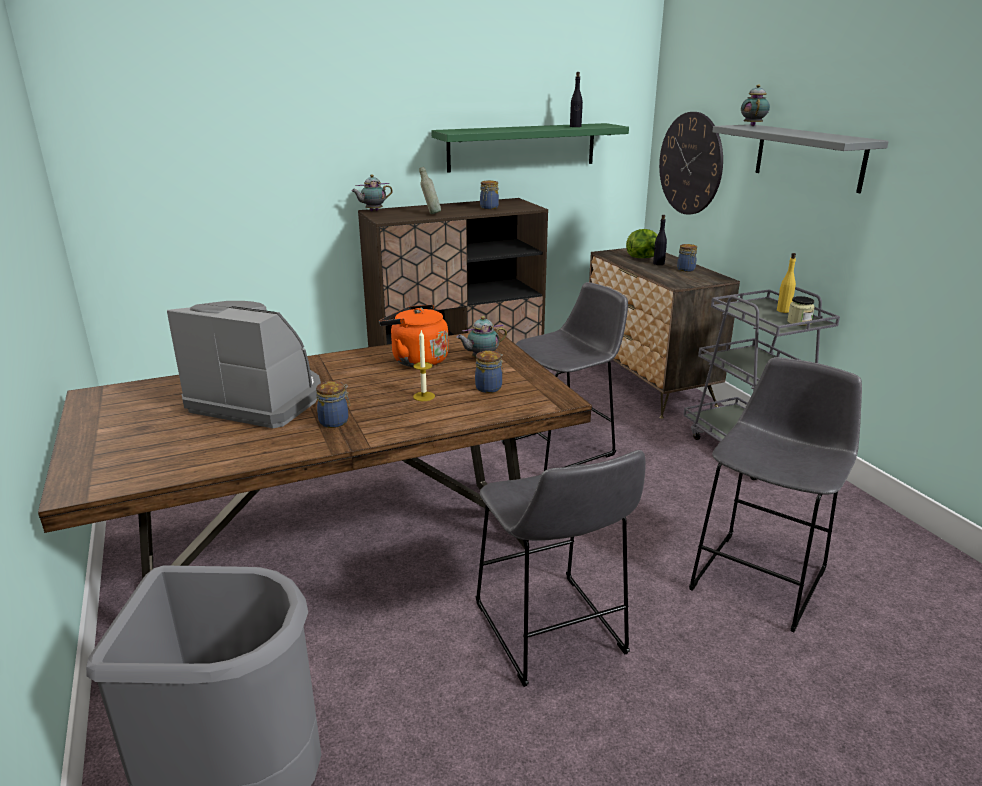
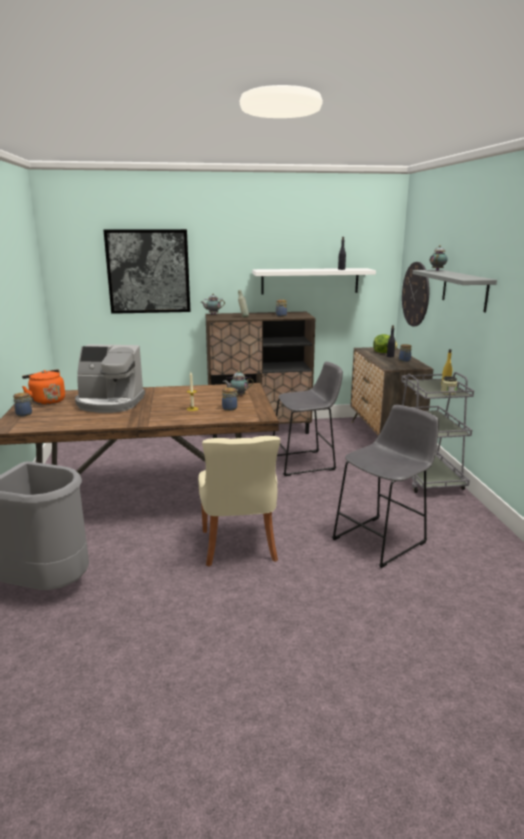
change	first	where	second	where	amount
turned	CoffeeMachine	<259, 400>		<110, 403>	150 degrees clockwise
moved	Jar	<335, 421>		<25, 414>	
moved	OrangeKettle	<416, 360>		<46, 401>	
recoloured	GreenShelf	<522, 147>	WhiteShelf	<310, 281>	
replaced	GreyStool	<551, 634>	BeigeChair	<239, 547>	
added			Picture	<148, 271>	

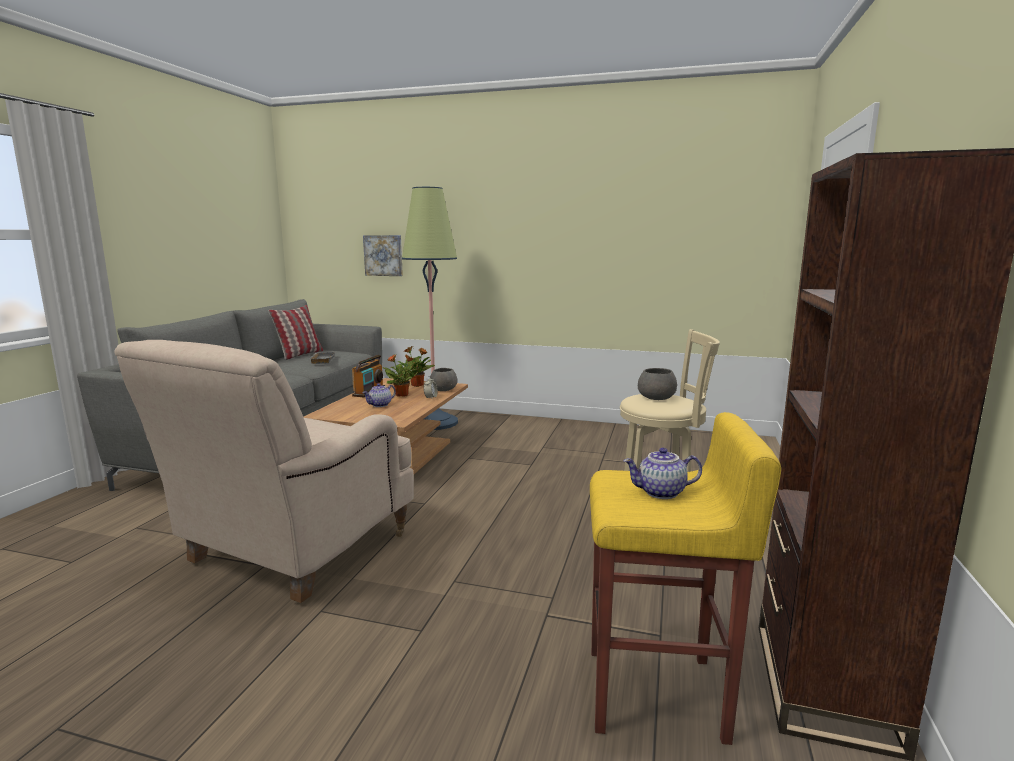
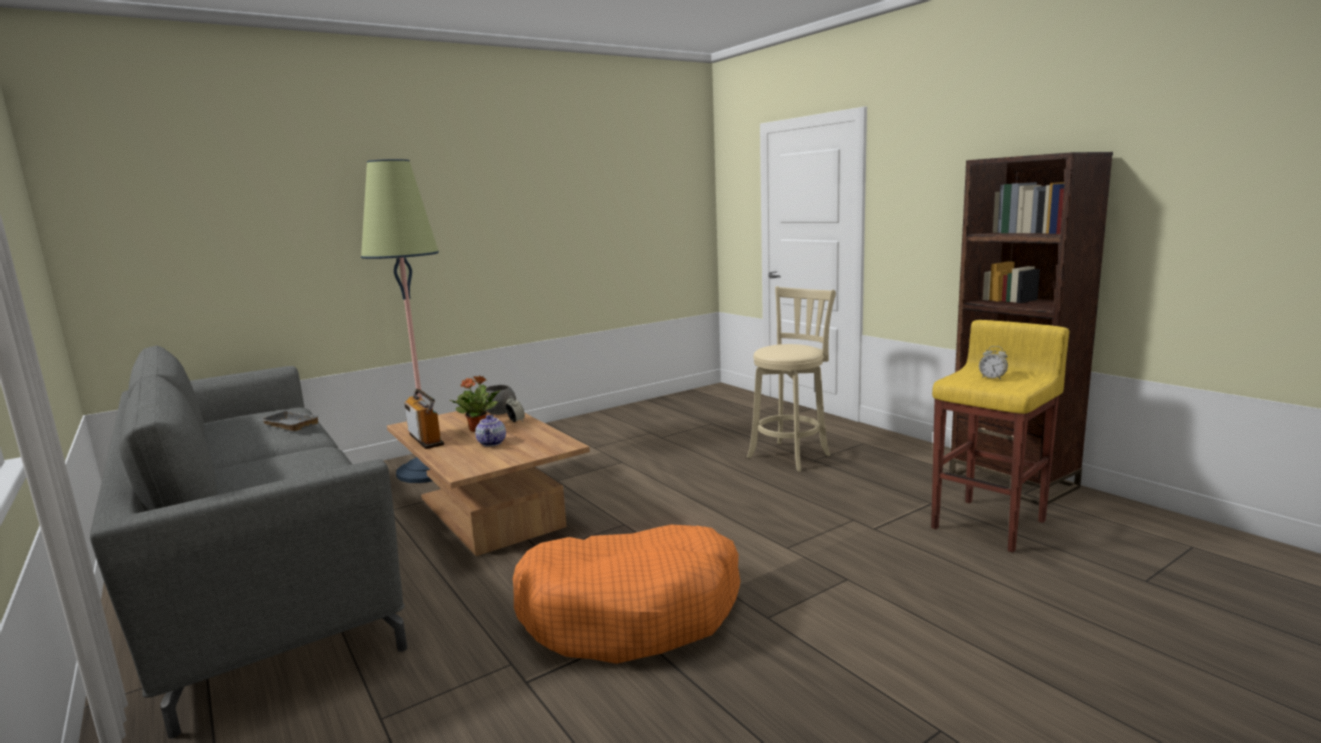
change	first	where	second	where	amount
replaced	BeigeArmchair	<293, 553>	OrangeDogBed	<631, 612>	
removed	Pillow	<299, 355>			
removed	Picture	<384, 255>			
removed	PottedPlant	<417, 385>			
replaced	Teapot	<661, 493>	AlarmClock	<992, 378>	
removed	GreyBowl	<657, 398>			

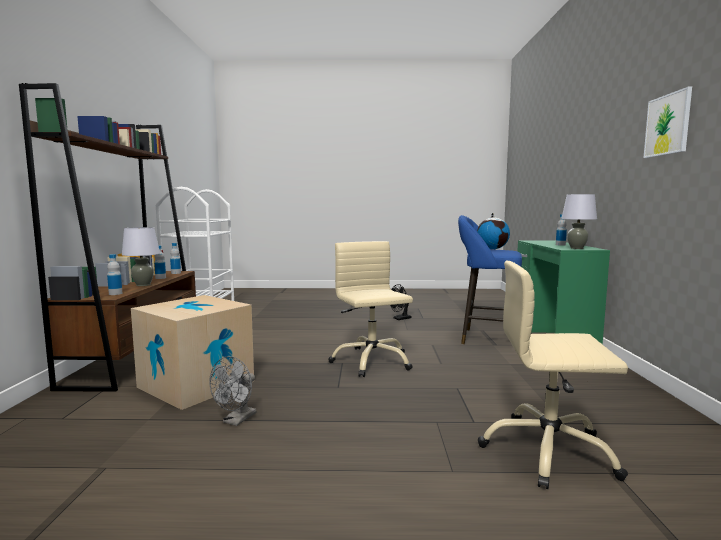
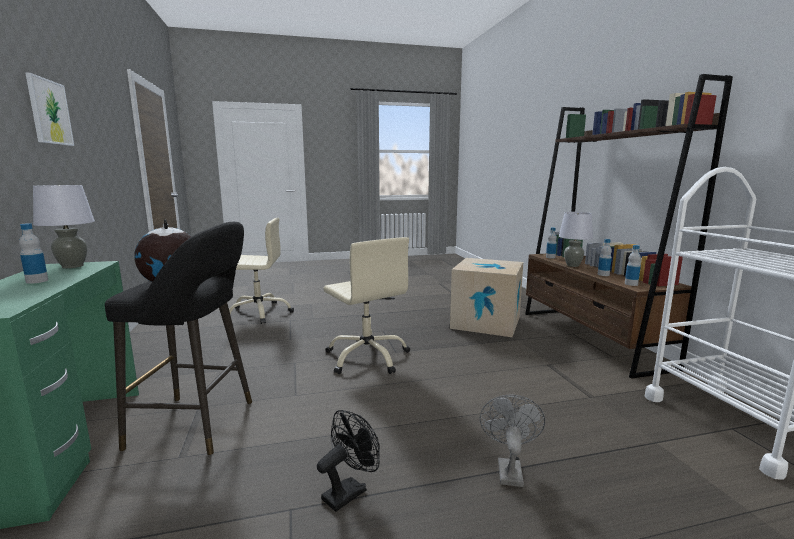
change	first	where	second	where	amount
moved	GreyFan	<236, 420>		<508, 469>	
recoloured	BlueStool	<486, 338>	BlackStool	<199, 424>	

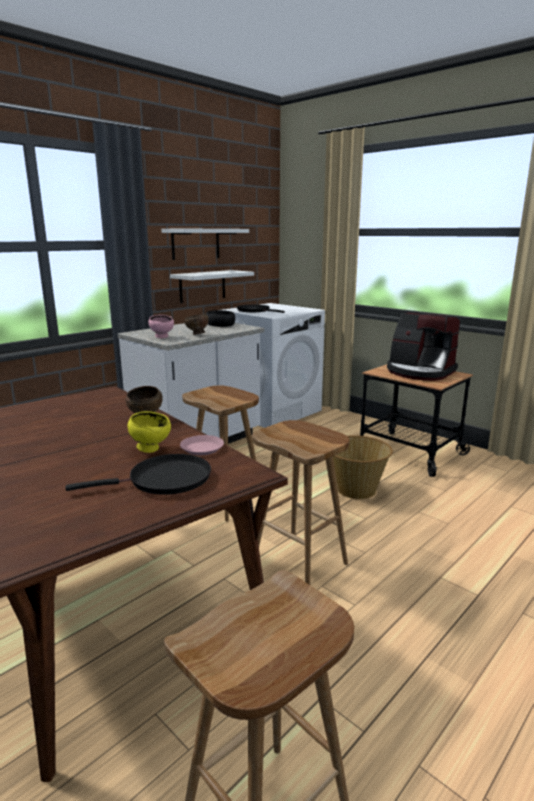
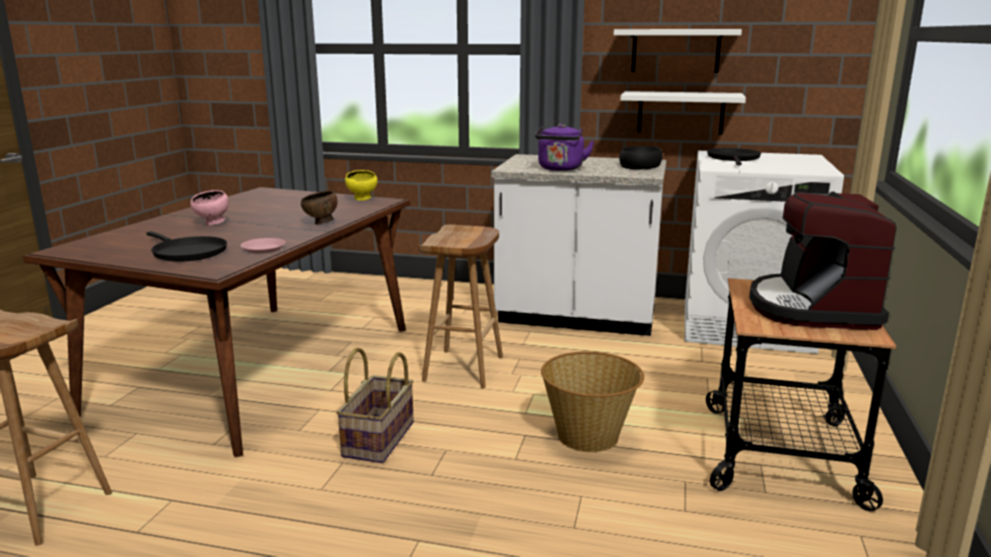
change	first	where	second	where	amount
moved	YellowBowl	<151, 449>		<363, 199>	
moved	PinkBowl	<162, 337>		<213, 224>	
replaced	BrownBowl	<197, 334>	PurpleKettle	<560, 169>	
replaced	BrownStool	<301, 561>	Basket	<380, 439>	

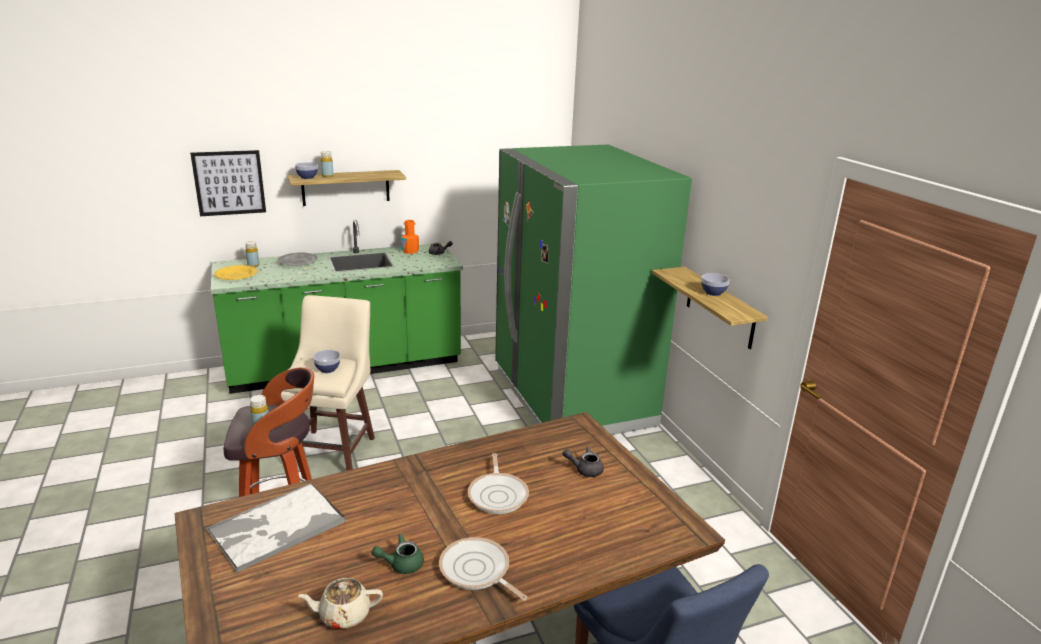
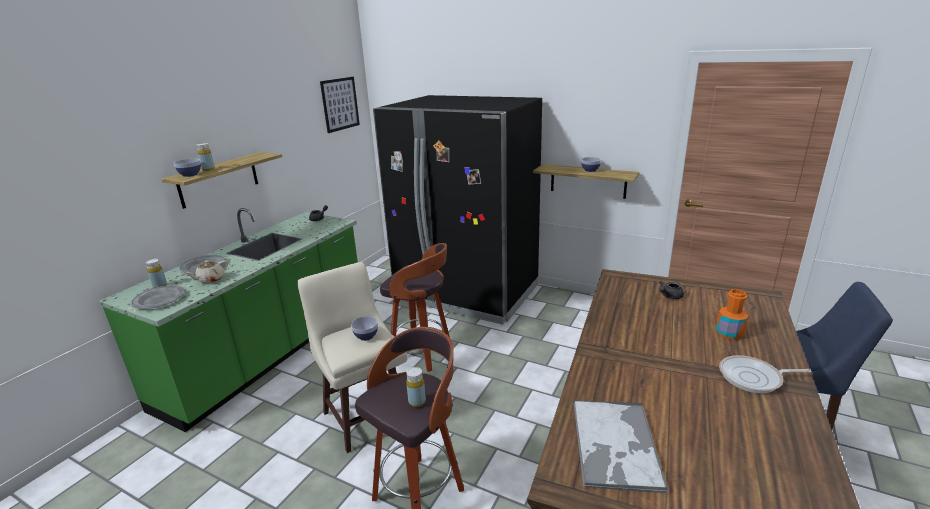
change	first	where	second	where	amount
moved	Picture	<229, 183>		<340, 104>	
recoloured	YellowPlate	<236, 275>	GreyPlate	<160, 299>	
moved	BeigeTeapot	<343, 615>		<210, 279>	
removed	GreenTeapot	<401, 564>			
moved	OrangeBottle	<410, 251>		<729, 333>	
removed	FryingPan	<498, 494>			
recoloured	GreenFridge	<571, 398>	BlackFridge	<467, 293>	
added			Stool	<423, 354>	

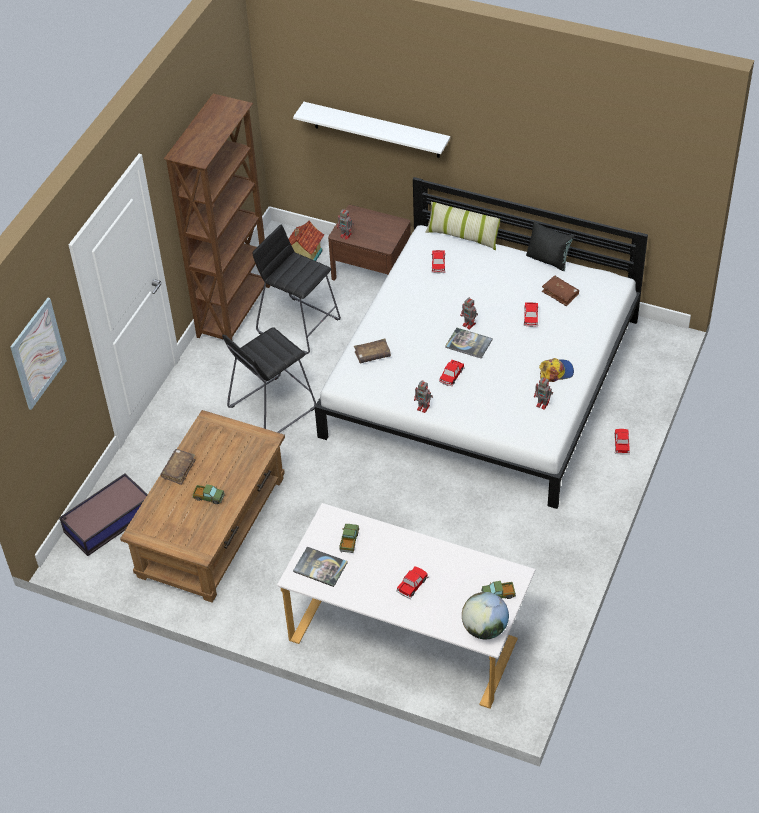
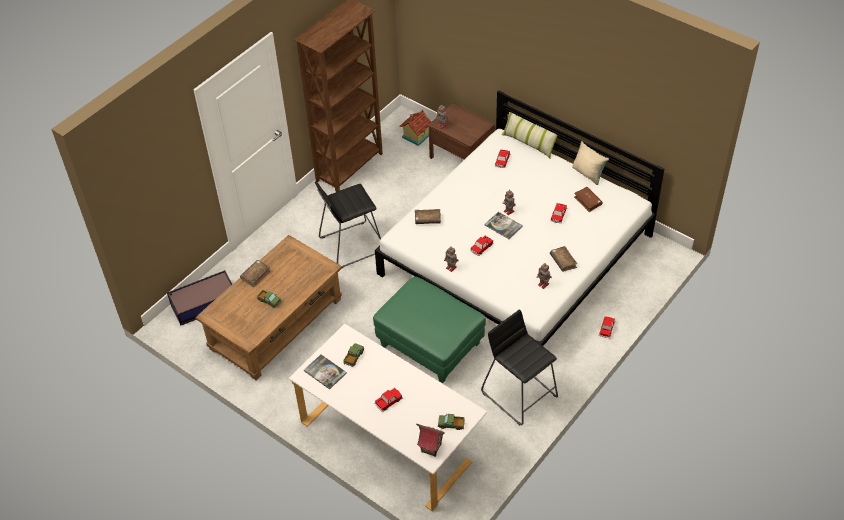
change	first	where	second	where	amount
removed	Picture	<38, 353>			
moved	BlackStool	<298, 325>		<519, 394>	
removed	WhiteShelf	<376, 130>			
replaced	Globe	<485, 628>	ToyHouse	<431, 448>	
recoloured	BlackPillow	<548, 260>	BeigePillow	<588, 174>	
replaced	Cap	<556, 372>	BrownBook	<563, 261>	
added			GreenOttoman	<430, 345>	

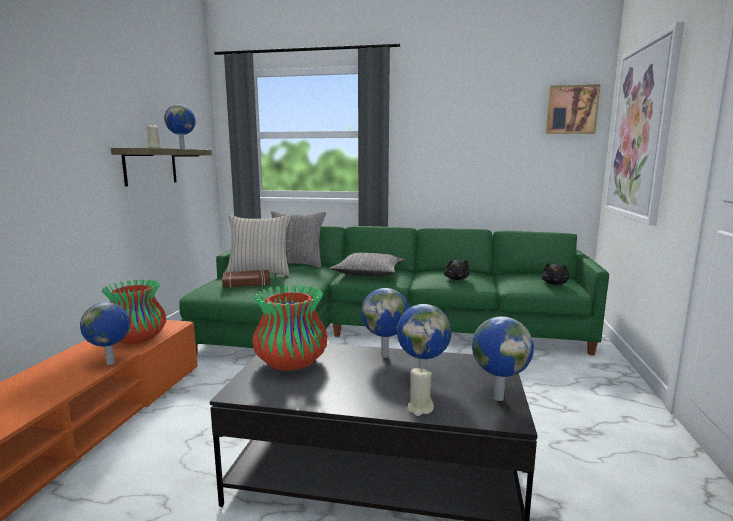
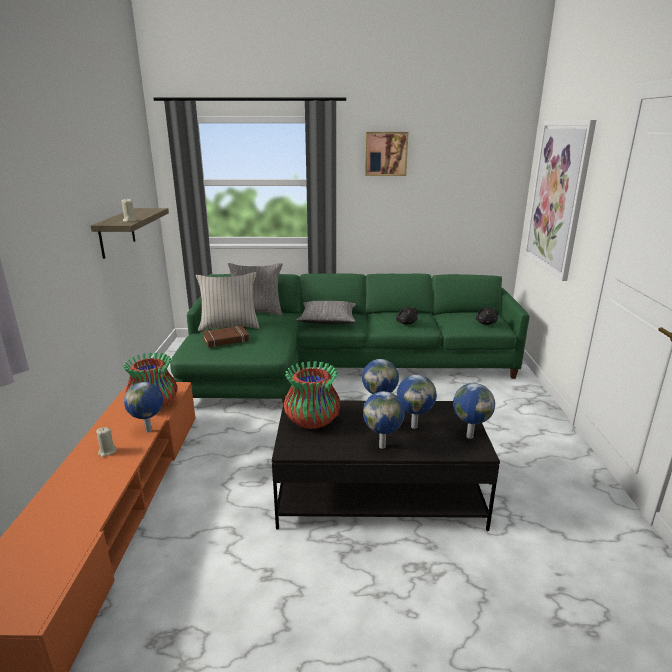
change	first	where	second	where	amount
moved	Globe	<183, 149>		<383, 446>	
moved	BeigeCandle	<419, 409>		<107, 452>	
moved	Picture	<571, 110>		<386, 154>	

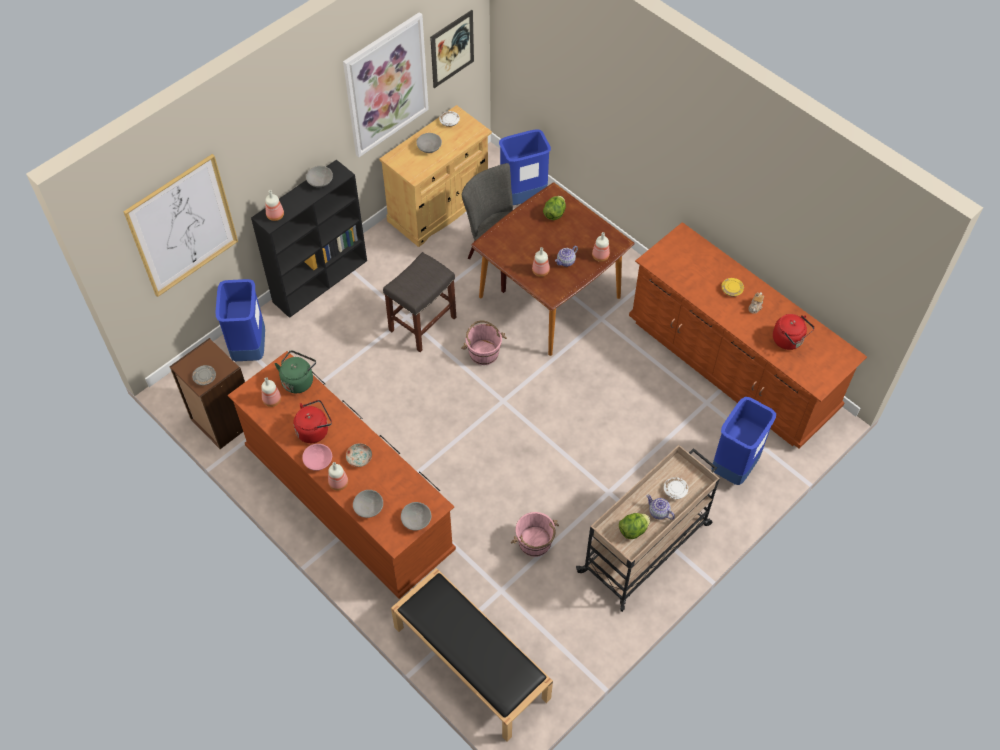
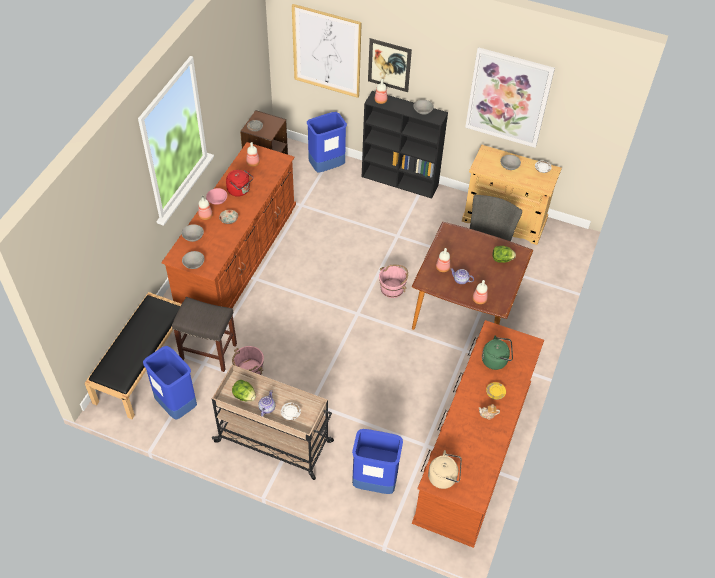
change	first	where	second	where	amount
moved	GreenKettle	<298, 380>		<496, 360>	
moved	GreyStool	<423, 323>		<209, 352>	
moved	Picture	<452, 49>		<389, 65>	
moved	BlueTrashCan	<523, 198>		<176, 405>	
removed	RedKettle	<789, 340>			
added			BeigeKettle	<444, 477>	

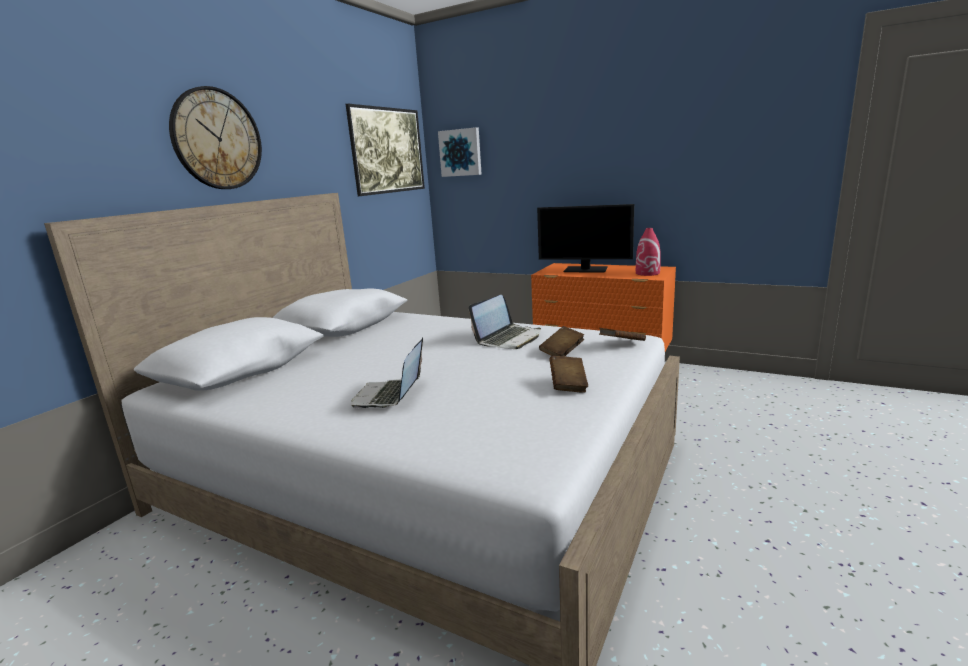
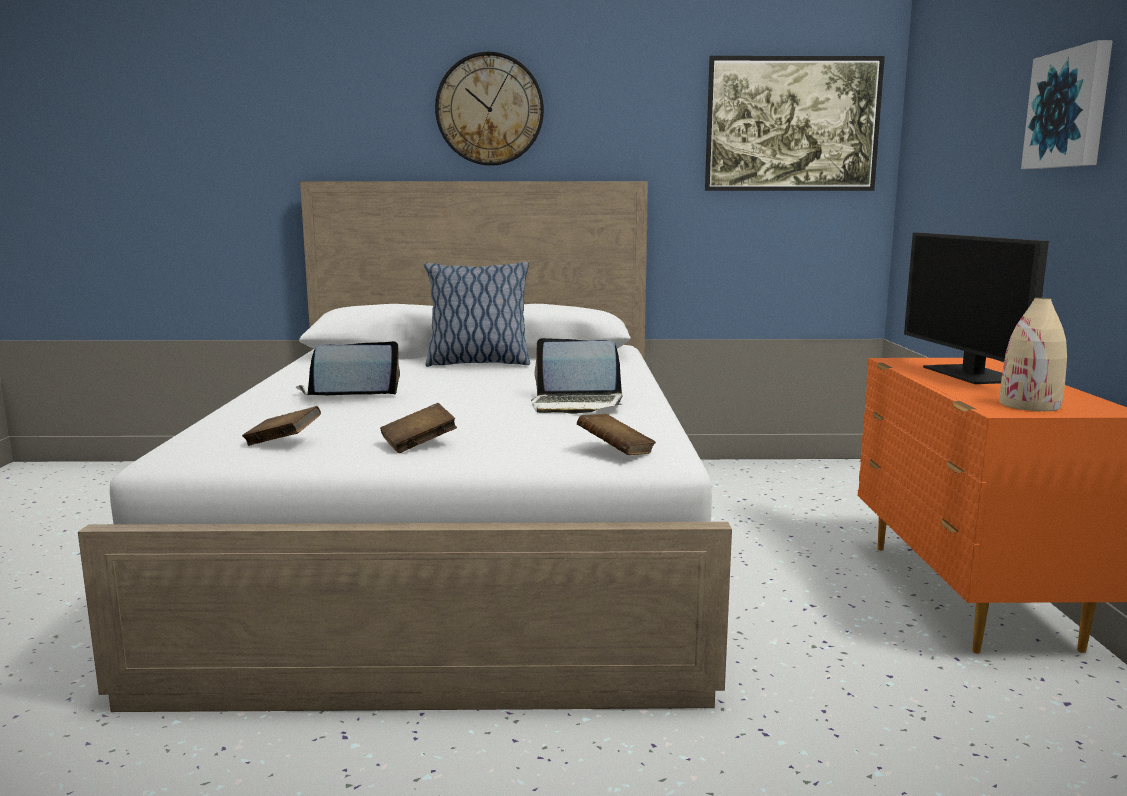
change	first	where	second	where	amount
moved	Picture	<461, 152>		<1070, 109>	
moved	BrownBook	<562, 352>		<283, 443>	
recoloured	RedVase	<648, 273>	BeigeVase	<1030, 405>	
added			Pillow	<477, 363>	

